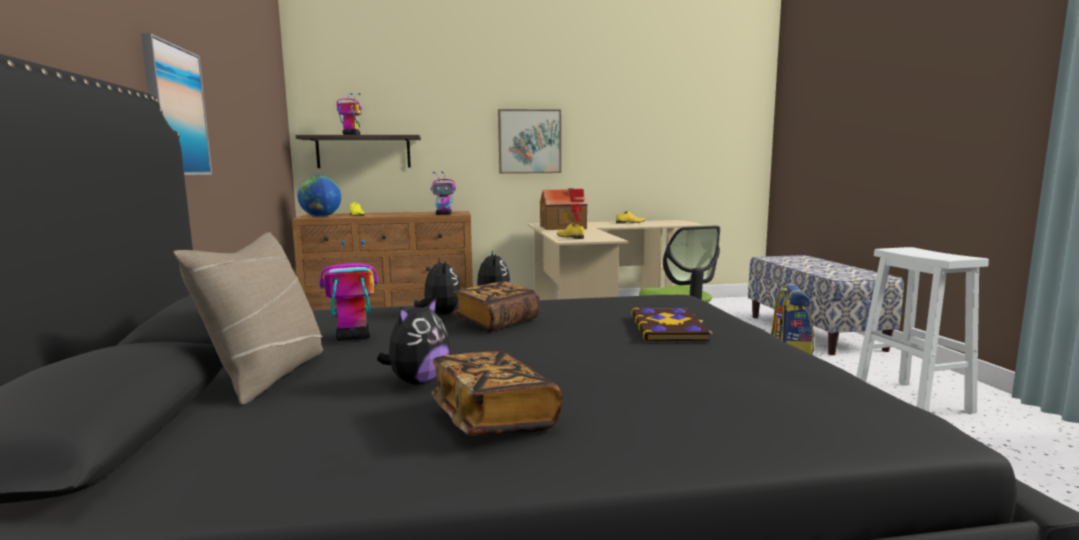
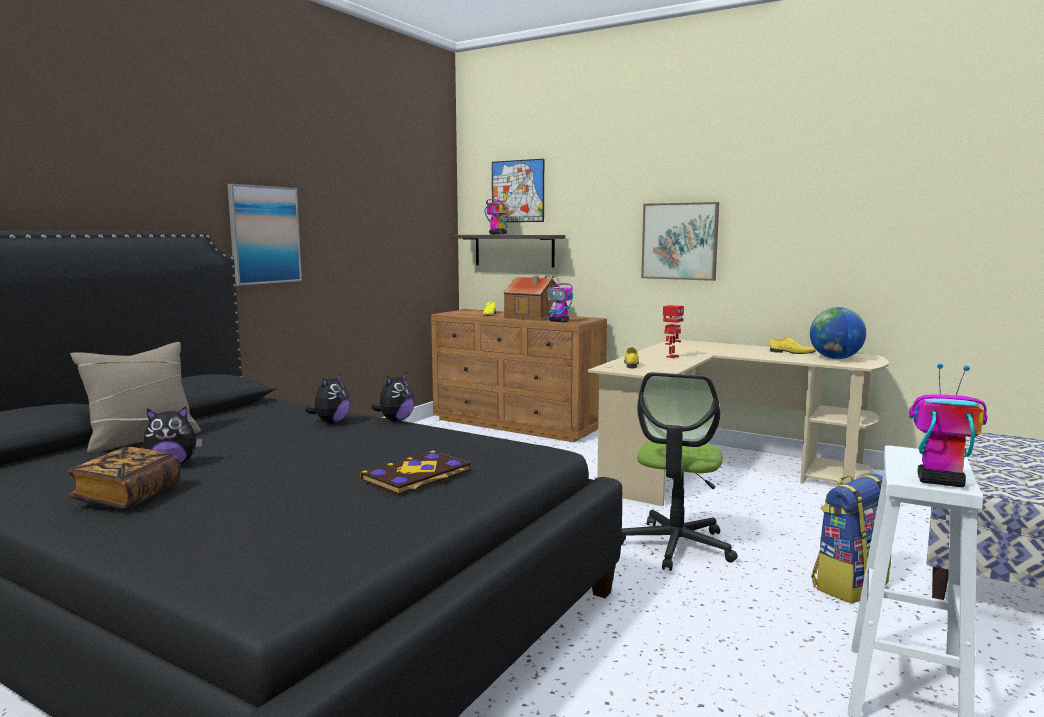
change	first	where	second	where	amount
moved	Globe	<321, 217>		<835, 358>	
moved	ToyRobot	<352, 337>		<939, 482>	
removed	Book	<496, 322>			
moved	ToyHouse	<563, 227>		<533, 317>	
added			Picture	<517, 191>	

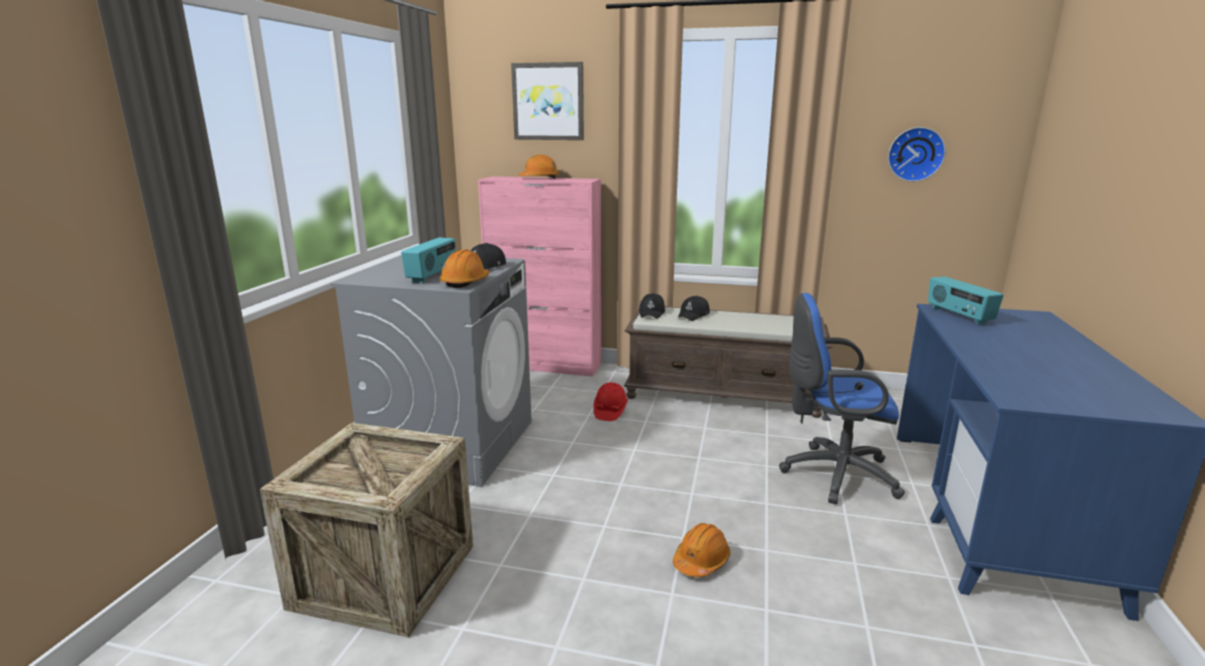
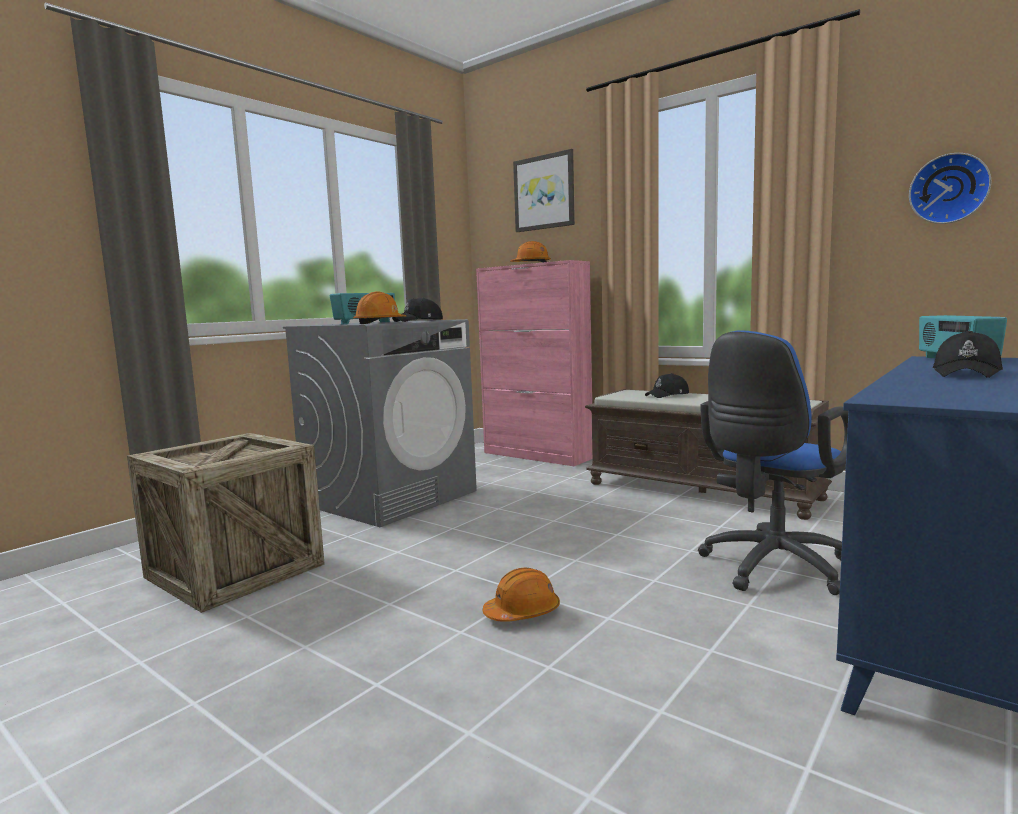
change	first	where	second	where	amount
removed	RedHardHat	<610, 411>			
moved	BlackCap	<652, 313>		<967, 373>	
turned	BlueOfficeChair	<832, 474>		<770, 568>	75 degrees counterclockwise

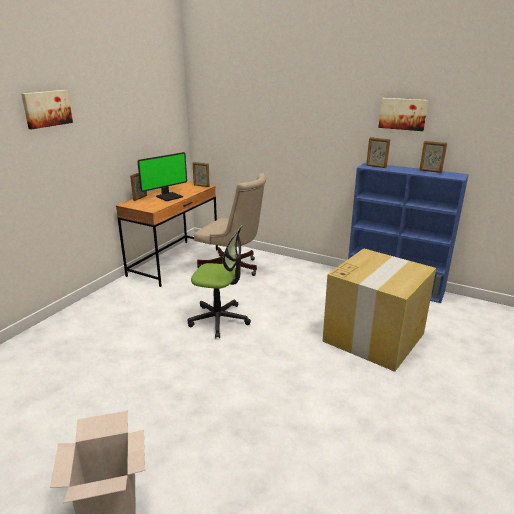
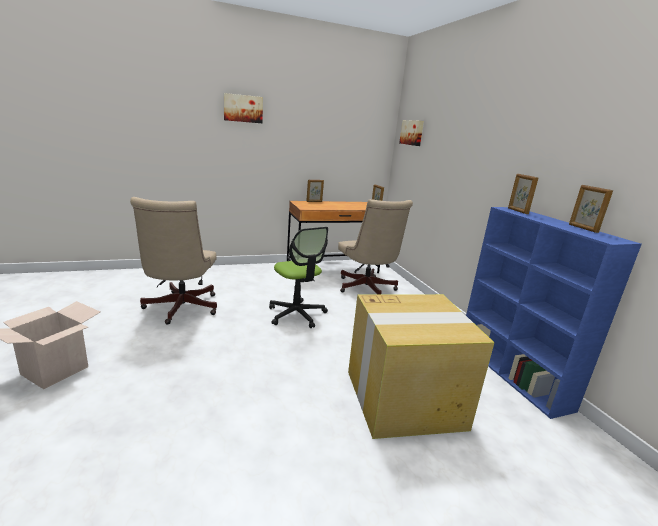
change	first	where	second	where	amount
removed	Monitor	<169, 196>			
moved	Picture	<403, 114>		<412, 132>	
added			BeigeOfficeChair	<180, 309>	

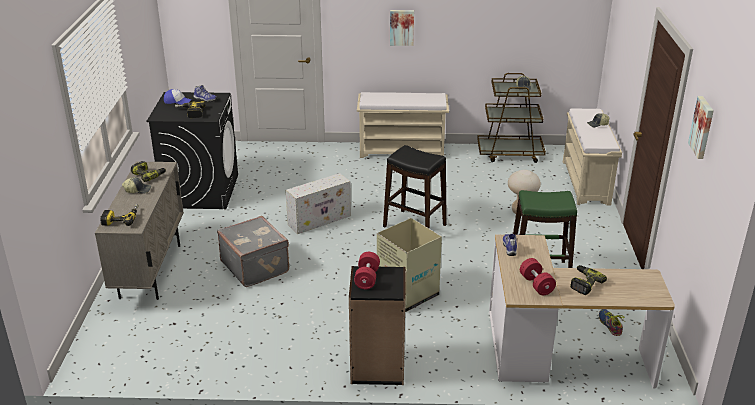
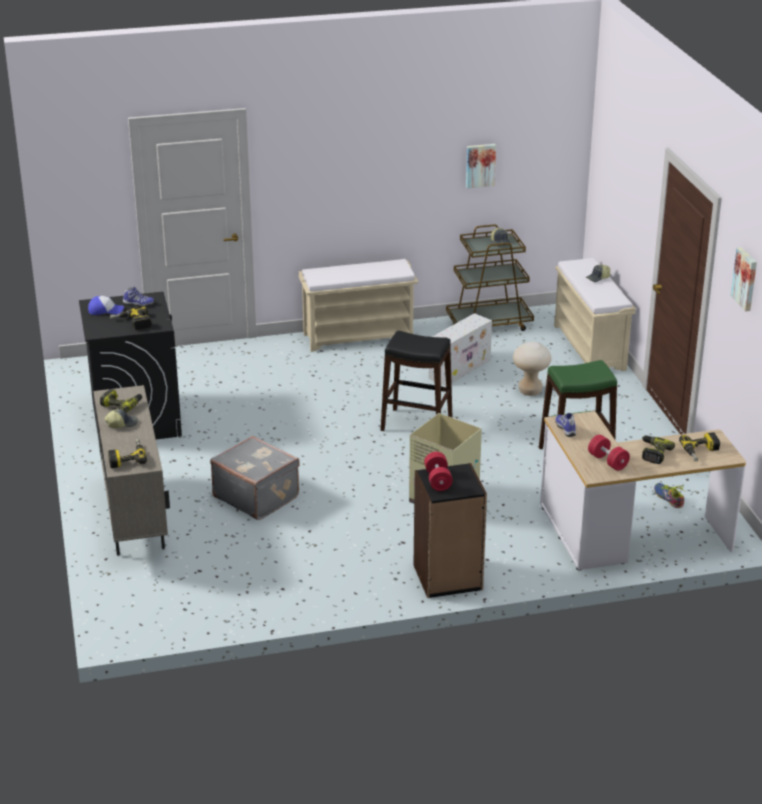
change	first	where	second	where	amount
moved	WhiteStorageBox	<320, 220>		<460, 369>	
moved	Picture	<401, 27>		<480, 165>	
added			PowerDrill	<701, 452>	

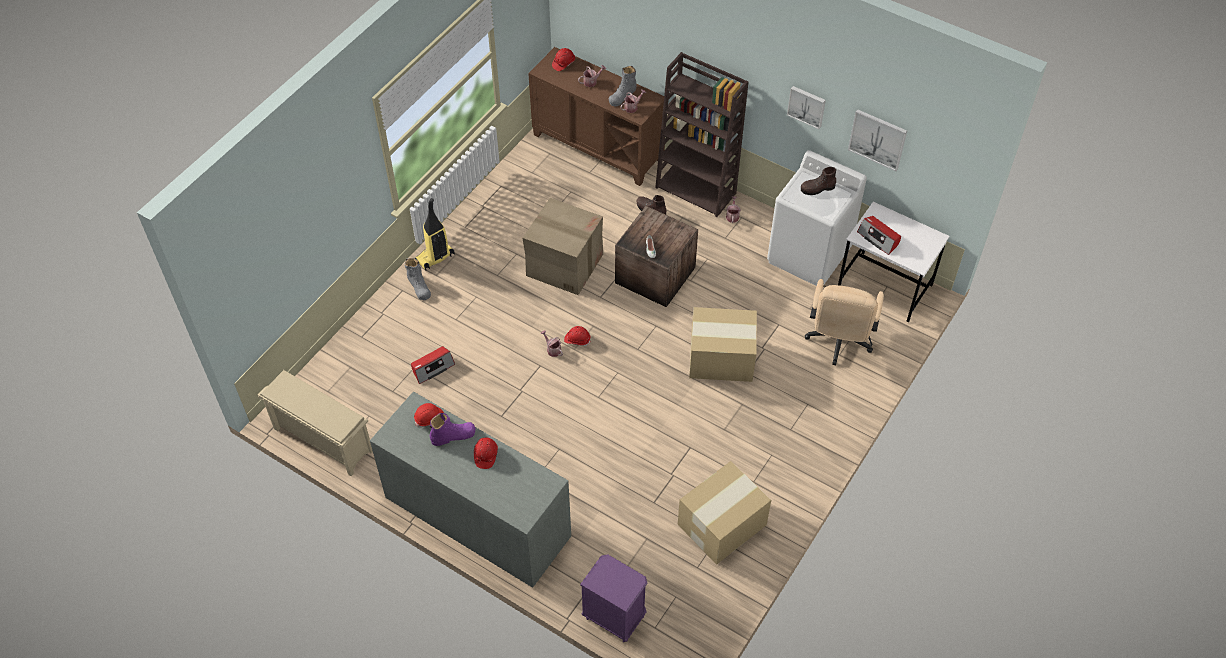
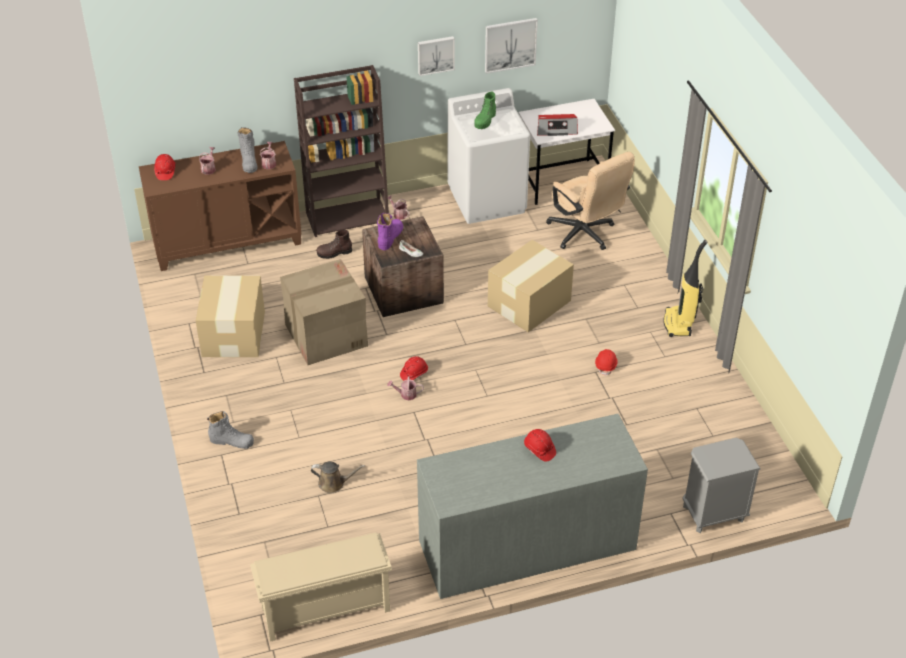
change	first	where	second	where	amount
replaced	Radio	<432, 368>	BrownWateringCan	<334, 484>	
moved	RedHardHat	<429, 418>		<606, 365>	
moved	VacuumCleaner	<435, 258>		<679, 324>	
moved	PurpleBoot	<453, 436>		<390, 237>	
recoloured	PurpleNightstand	<614, 617>	GreyNightstand	<713, 514>	
moved	CardboardBox	<720, 525>		<233, 334>	
recoloured	BrownBoot	<817, 189>	GreenBoot	<485, 121>	

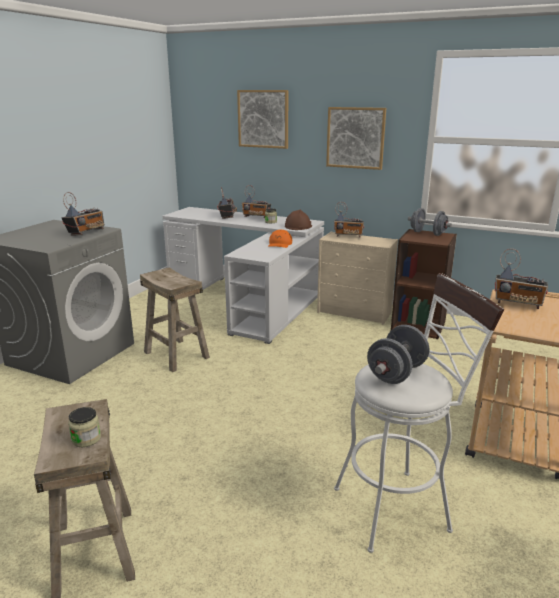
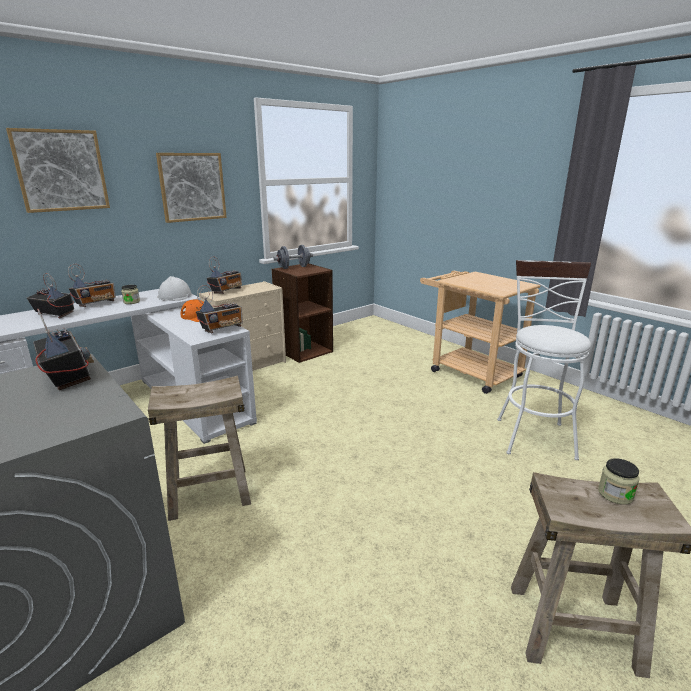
change	first	where	second	where	amount
recoloured	BrownHardHat	<298, 226>	WhiteHardHat	<174, 296>	
removed	GreyDumbbell	<396, 373>			
moved	Radio	<518, 304>		<222, 329>	

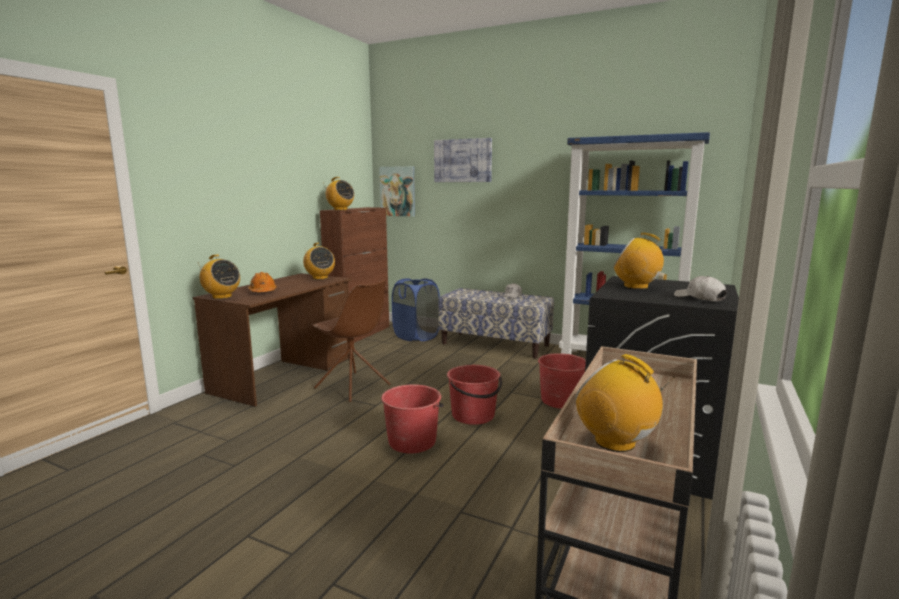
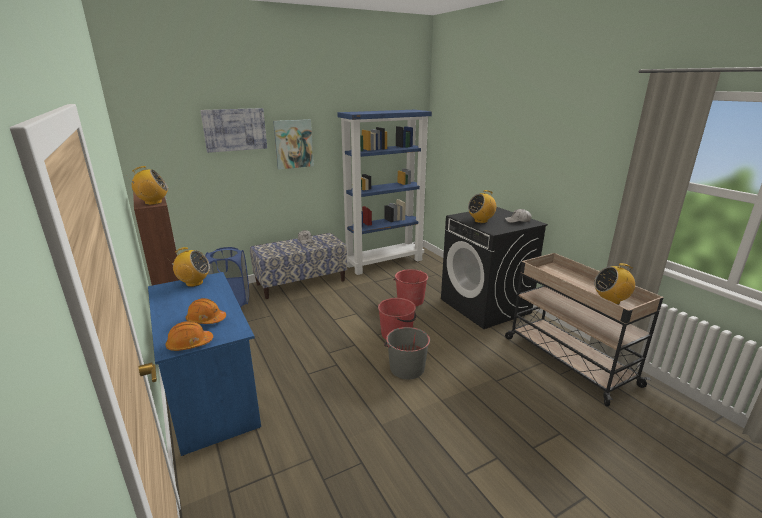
change	first	where	second	where	amount
recoloured	BrownDesk	<285, 375>	BlueDesk	<210, 392>	
replaced	Radio	<221, 297>	OrangeHardHat	<189, 344>	
removed	BrownChair	<353, 387>			
moved	Picture	<398, 191>		<293, 144>	
recoloured	RedBucket	<412, 441>	GreyBucket	<406, 368>	

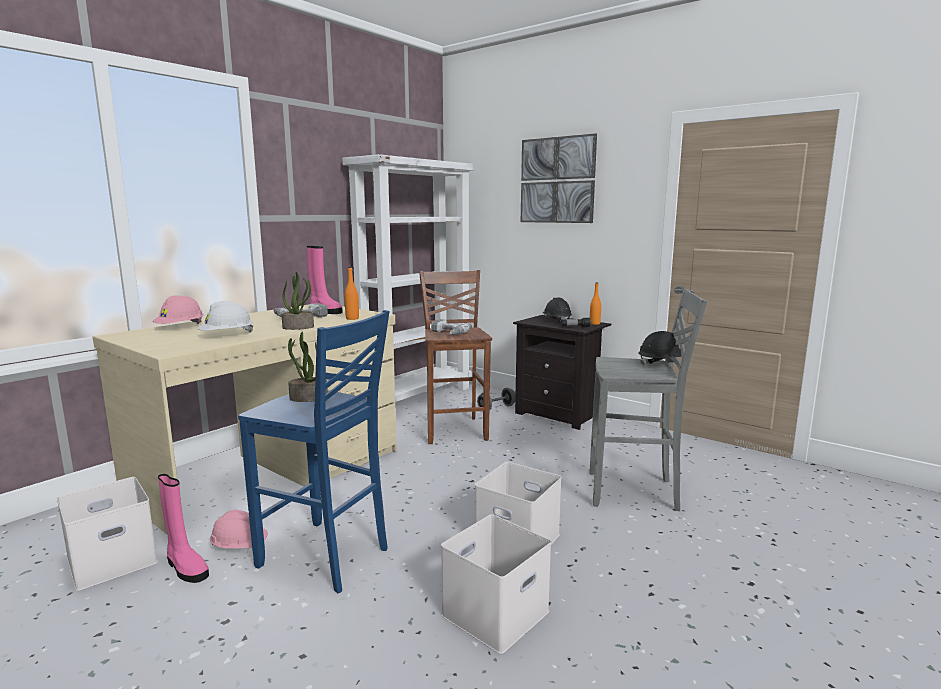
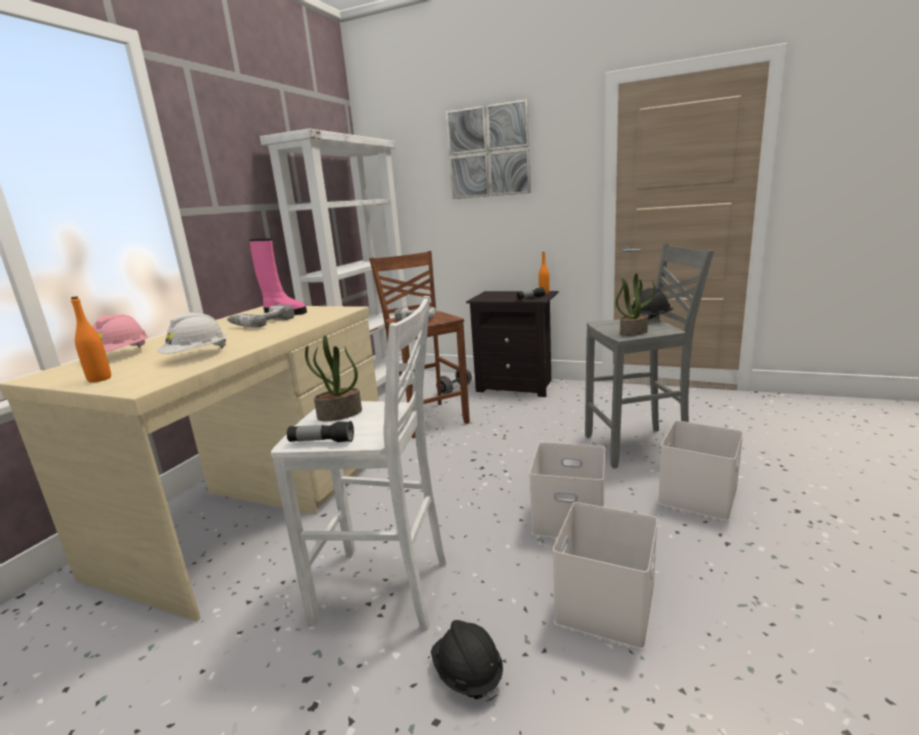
change	first	where	second	where	amount
moved	WhiteStorageBox	<114, 559>		<696, 494>	
removed	PinkBoot	<186, 568>			
removed	PinkHardHat	<239, 546>			
recoloured	BlueStool	<326, 558>	WhiteStool	<386, 590>	
moved	PottedPlant	<298, 327>		<633, 332>	
moved	OrangeBottle	<352, 318>		<99, 379>	
moved	BlackHardHat	<556, 321>		<467, 674>	
added			Flashlight	<321, 442>	

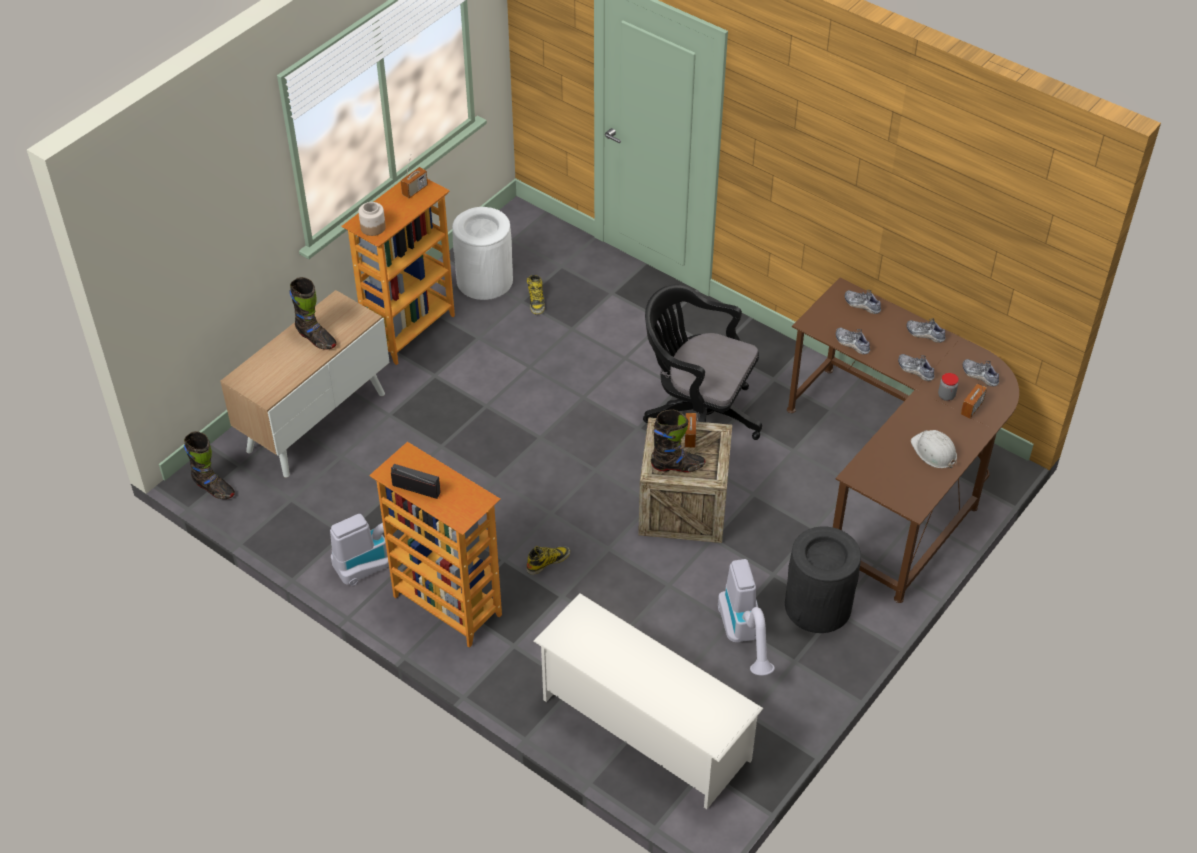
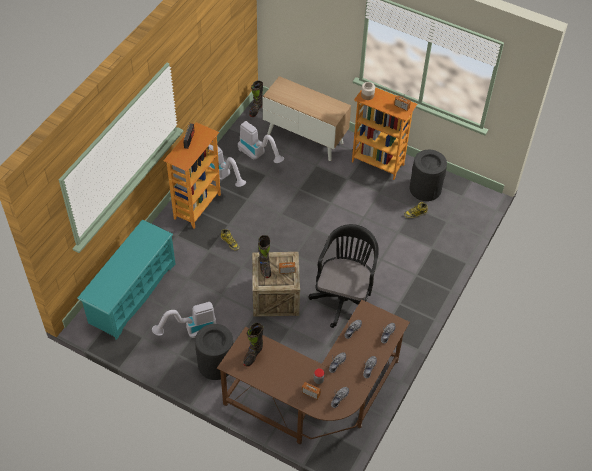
change	first	where	second	where	amount
moved	BlackBoot	<316, 339>		<253, 355>	
recoloured	WhiteTrashCan	<484, 280>	BlackTrashCan	<425, 188>	
recoloured	WhiteShoeRack	<644, 729>	TurquoiseShoeRack	<132, 293>	
removed	WhiteHardHat	<934, 451>			
added			VacuumCleaner	<258, 155>	

